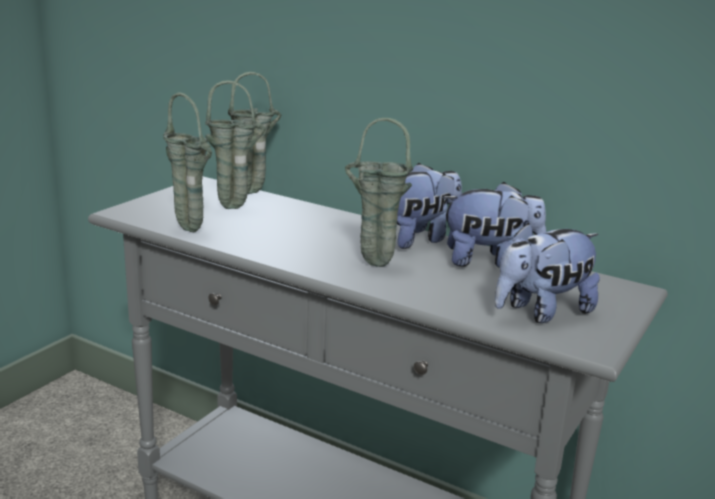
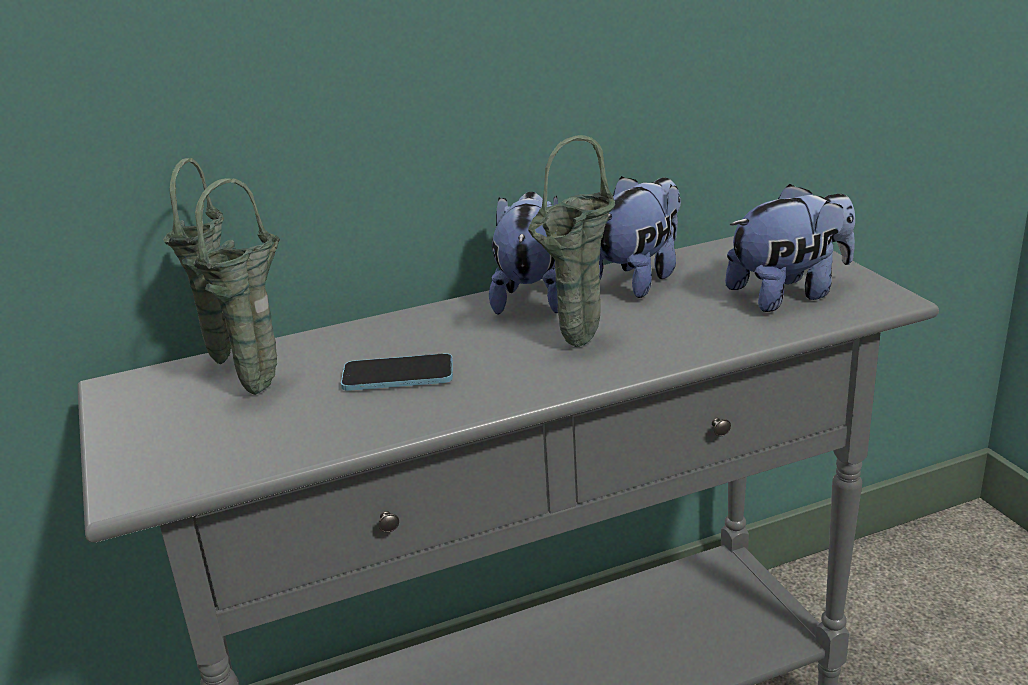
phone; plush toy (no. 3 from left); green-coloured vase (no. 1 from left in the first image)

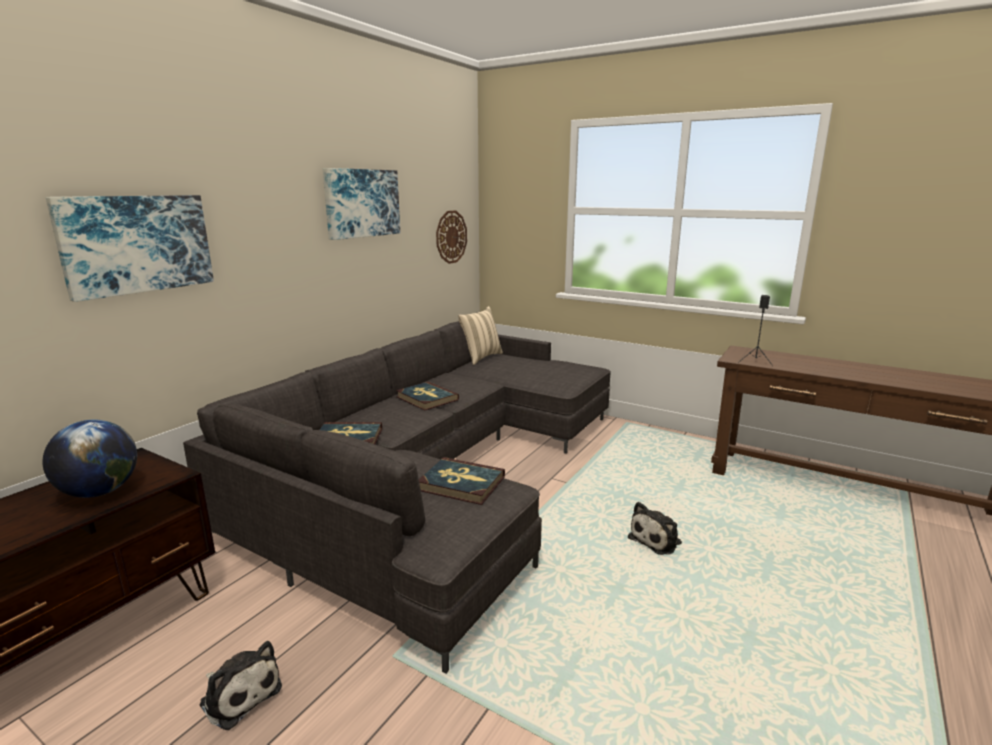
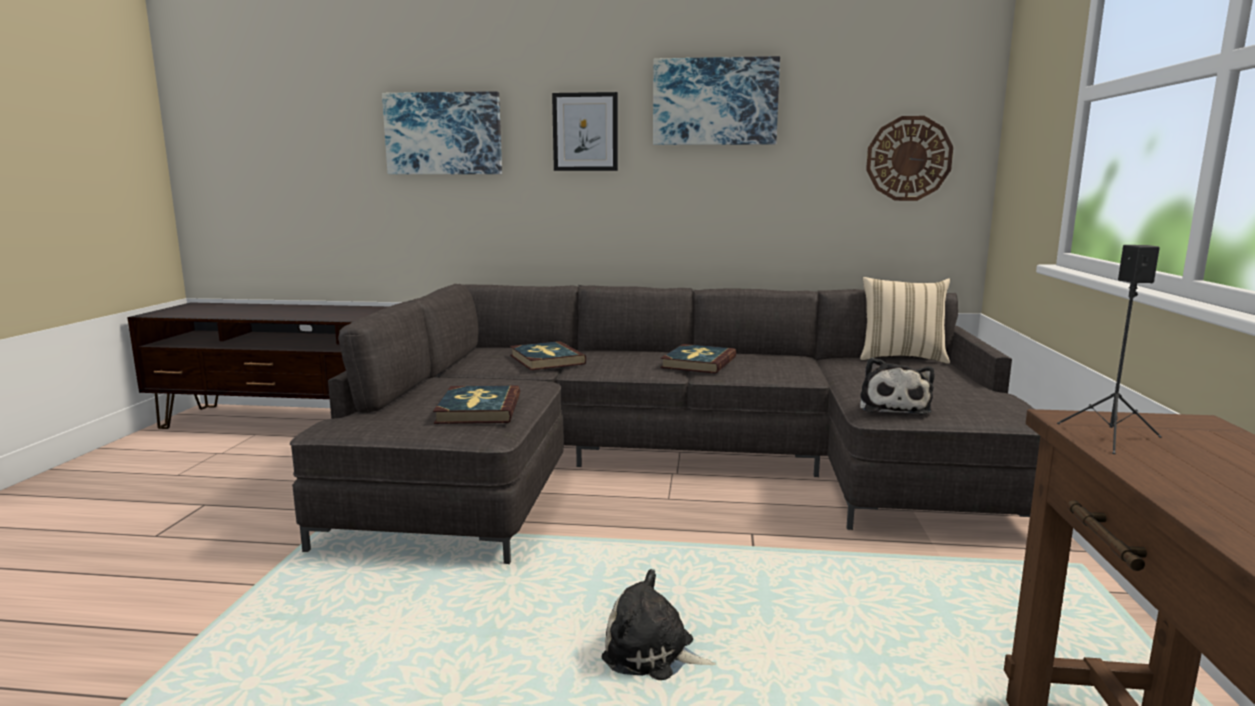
wall art (no. 2 from left); plush toy (no. 2 from left); desk globe

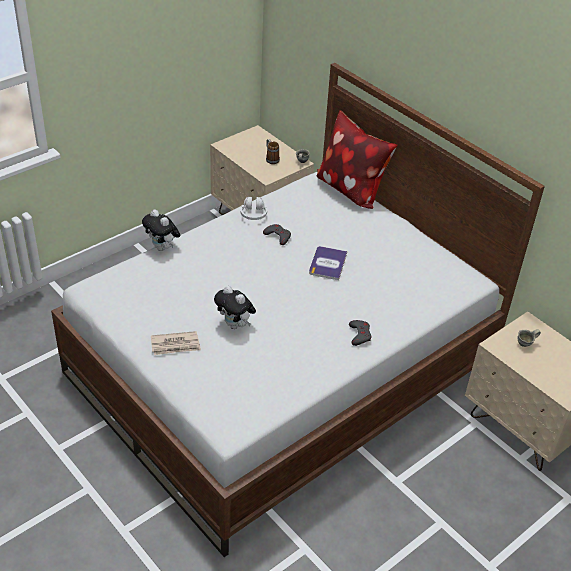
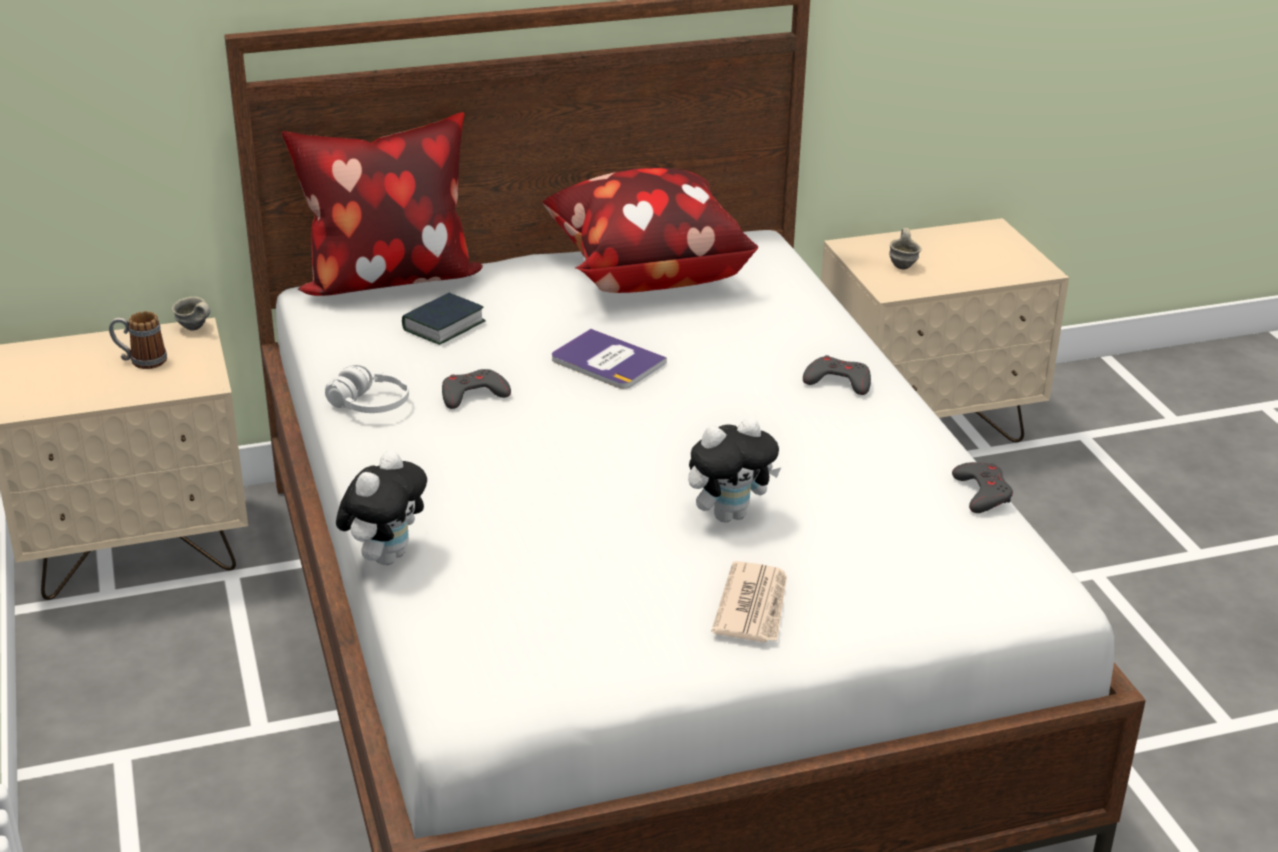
plush toy (no. 1 from left); bound book (no. 1 from left); throw pillow (no. 2 from left); greyish joypad (no. 3 from left)

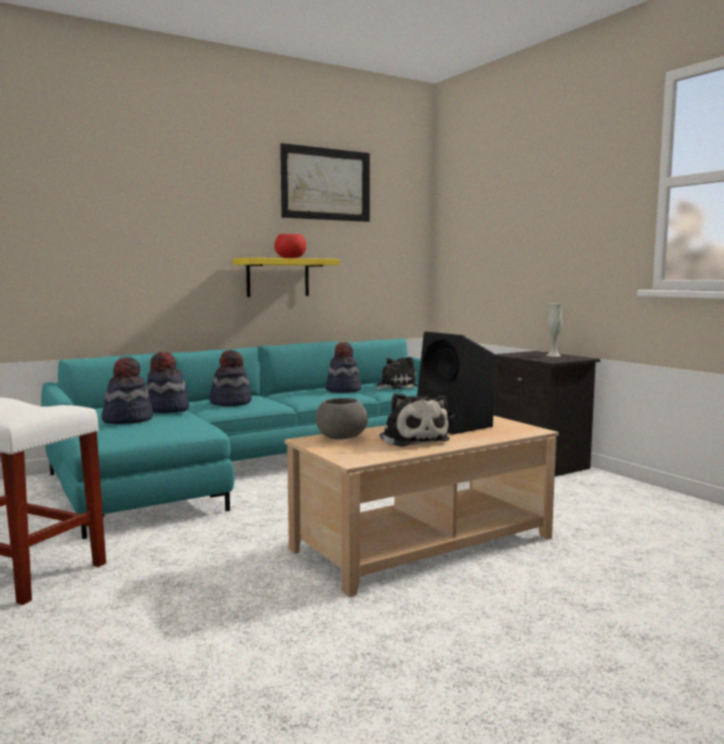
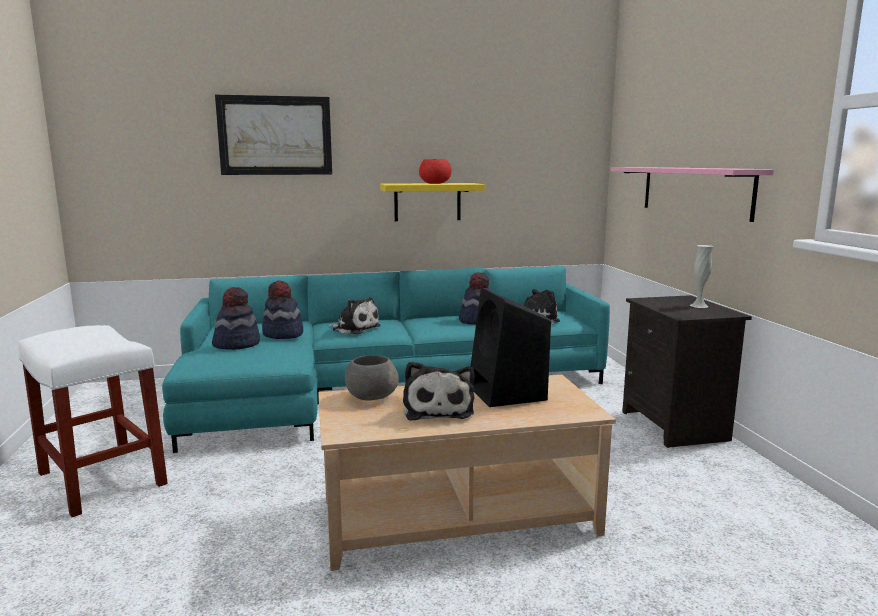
wall art; plush toy (no. 1 from left); pink-coloured wall shelf

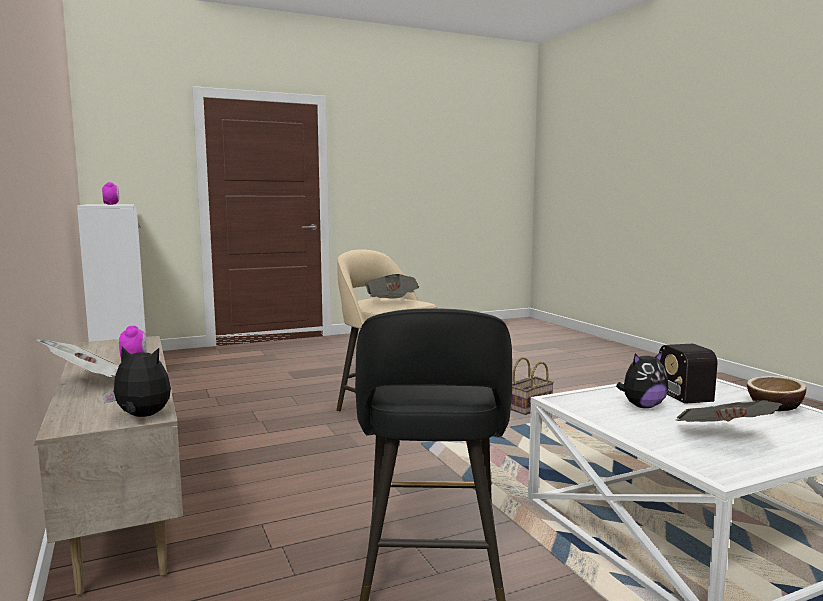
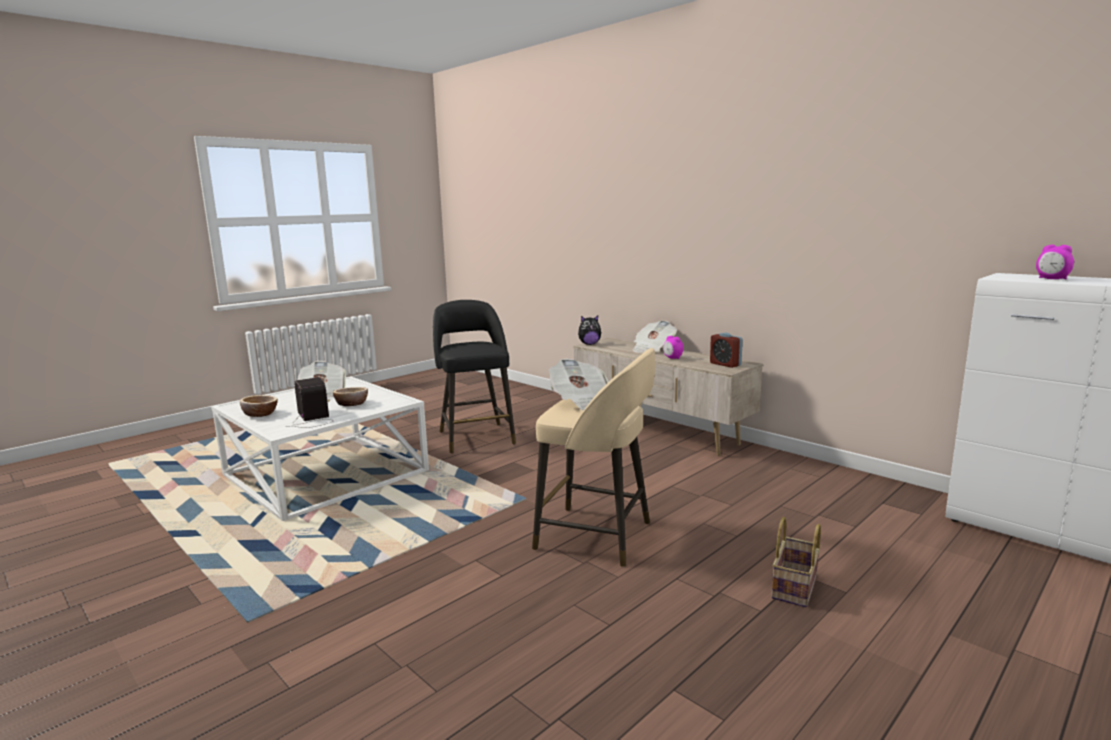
serving bowl (no. 2 from left); table clock (no. 2 from left); storage basket

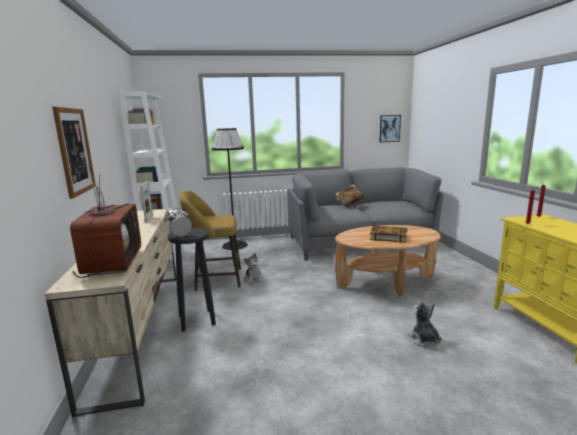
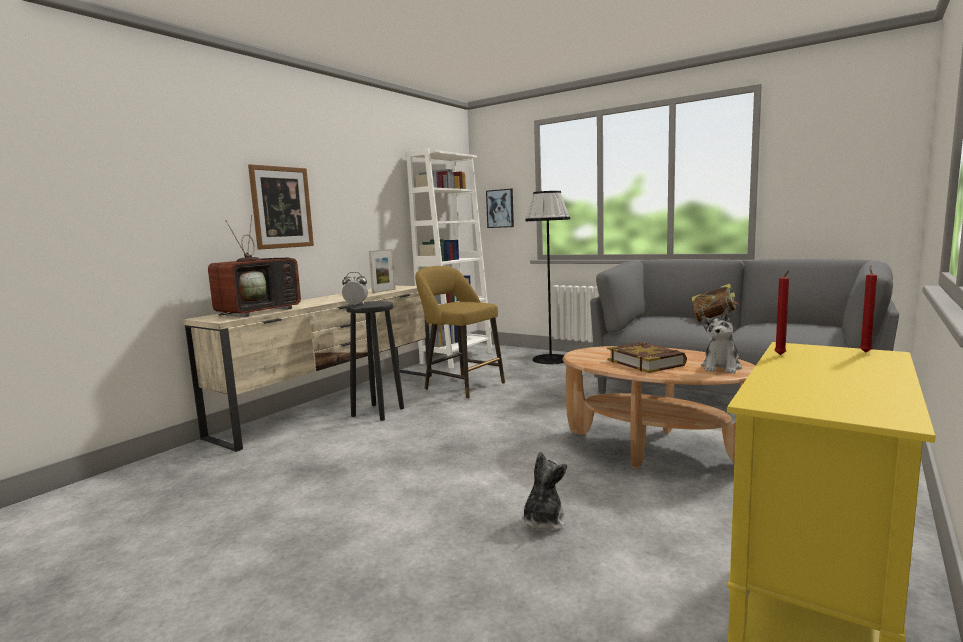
wall art (no. 2 from left); plush toy (no. 2 from left)

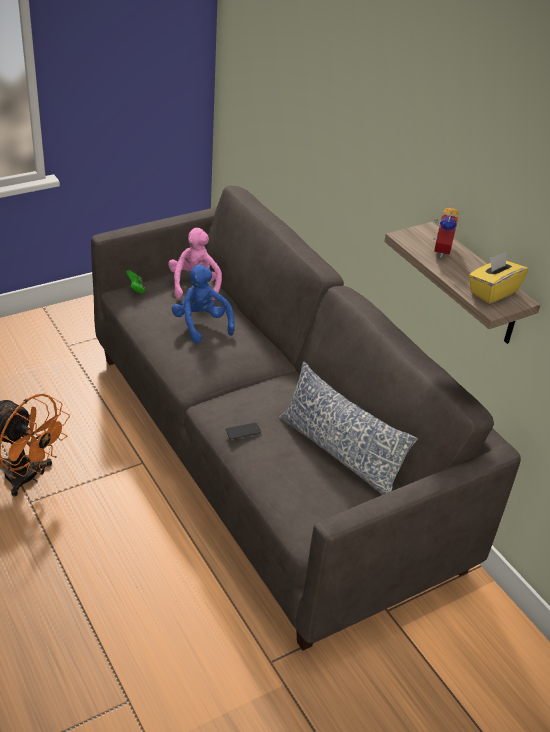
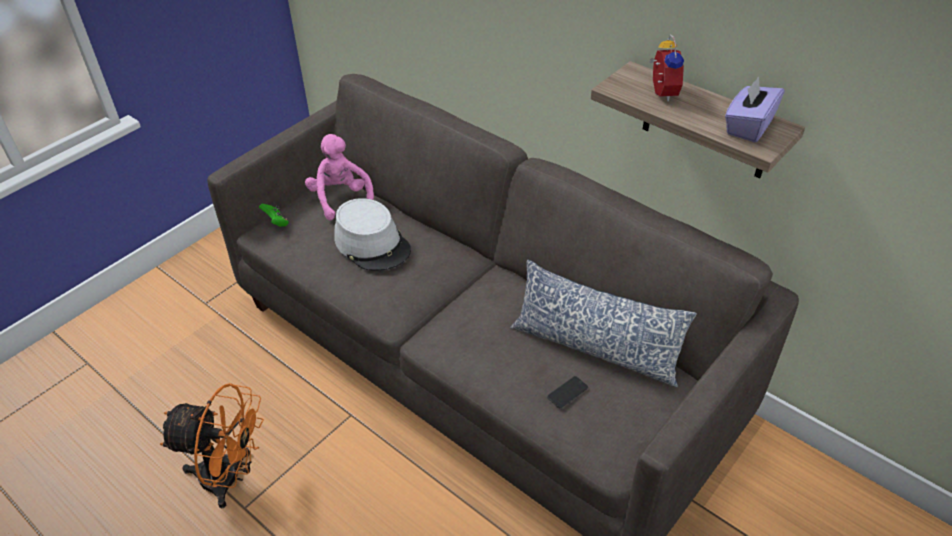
greyish hat; phone; purple tissue holder

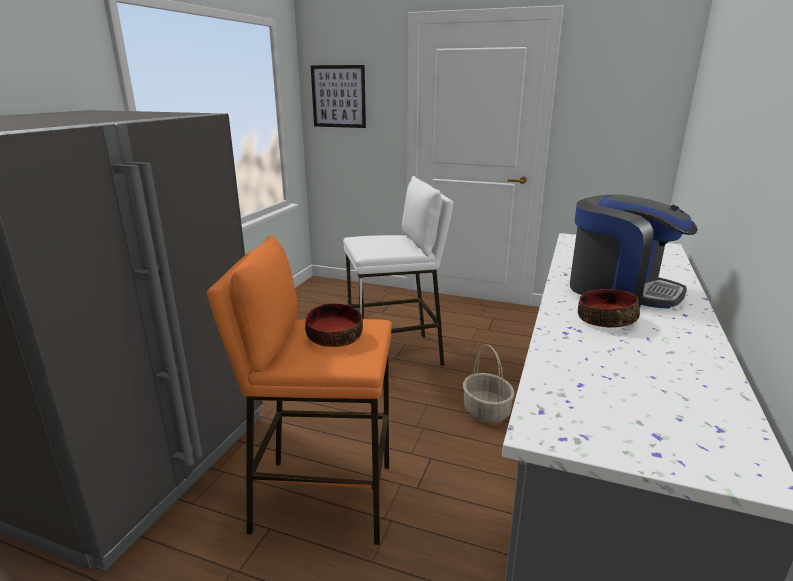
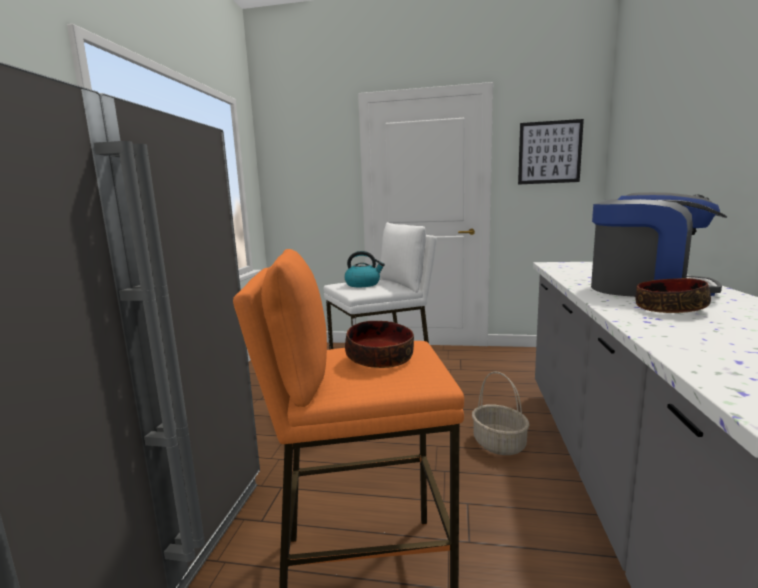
kettle; wall art

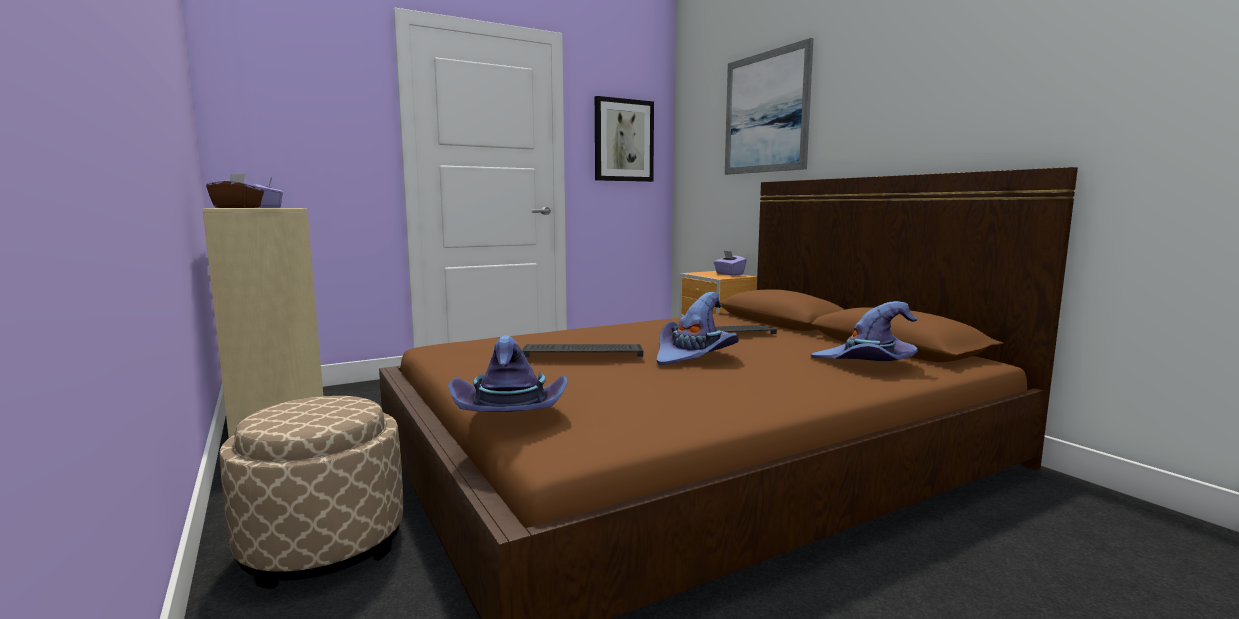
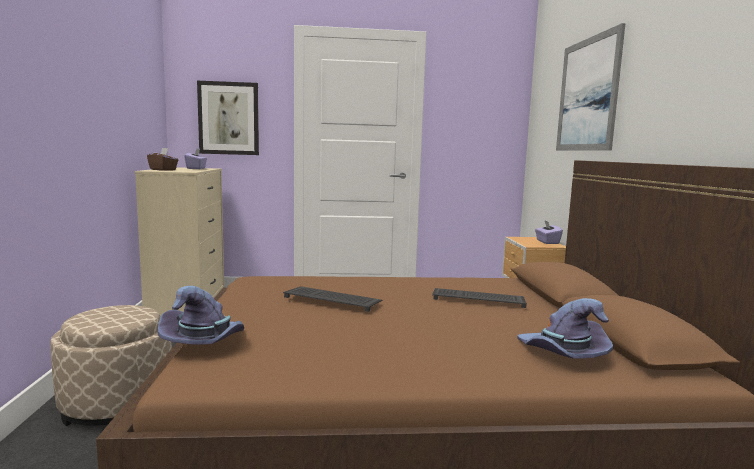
wall art (no. 1 from left); purple hat (no. 2 from left in the first image)

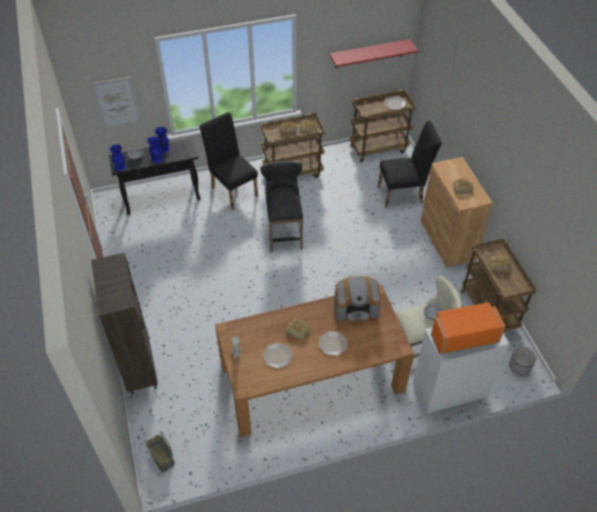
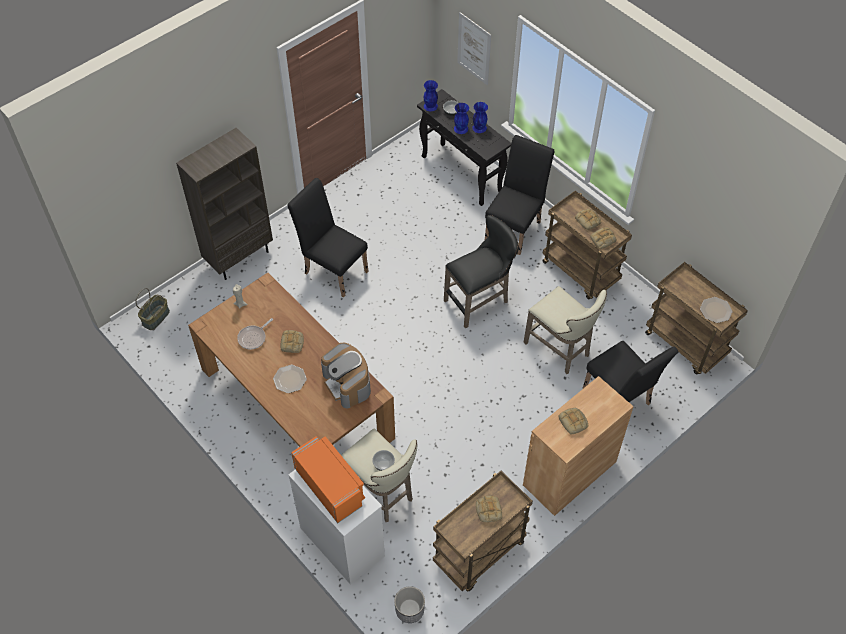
pan; black-coloured upright chair (no. 1 from left); sand-coloured stool (no. 2 from left); red-coloured wall shelf

